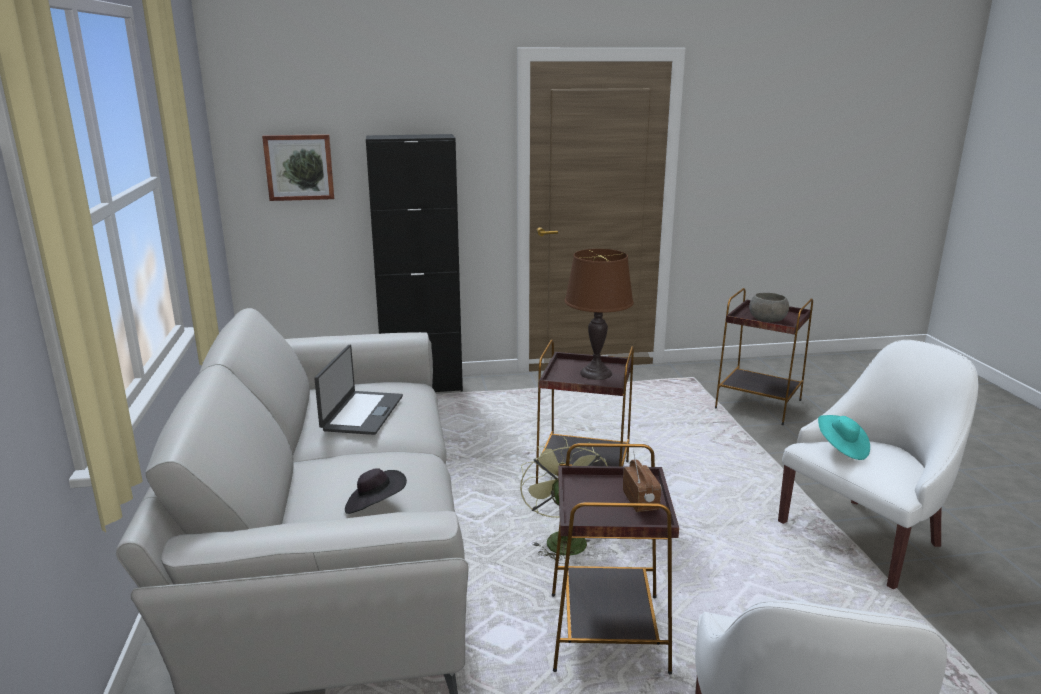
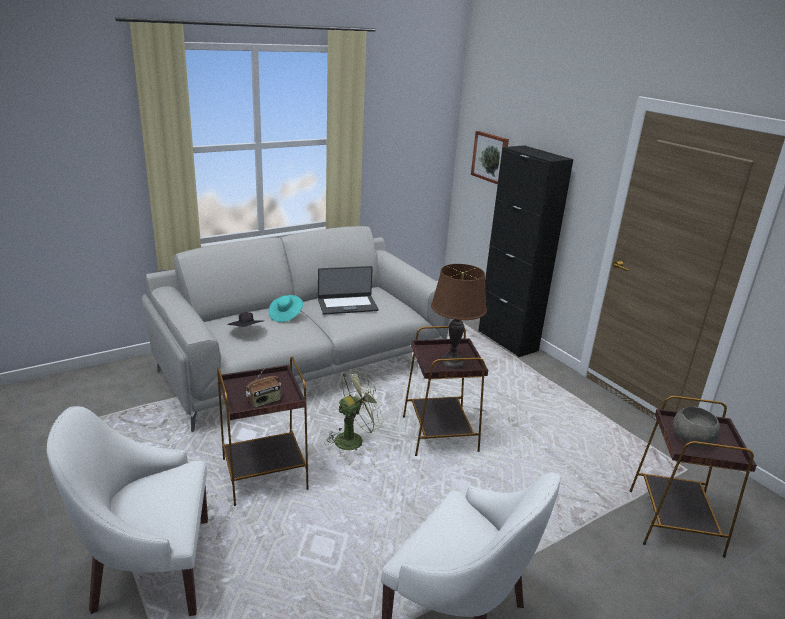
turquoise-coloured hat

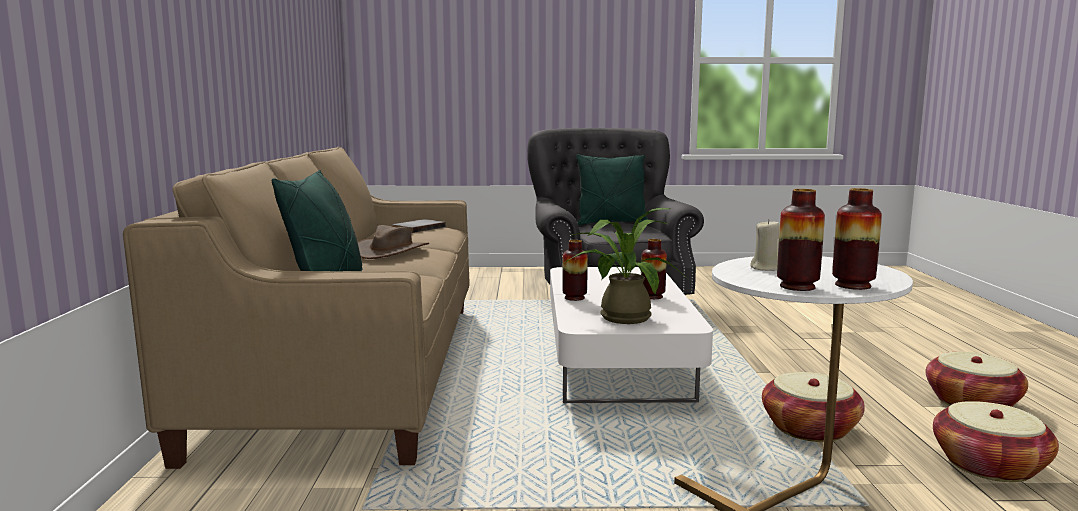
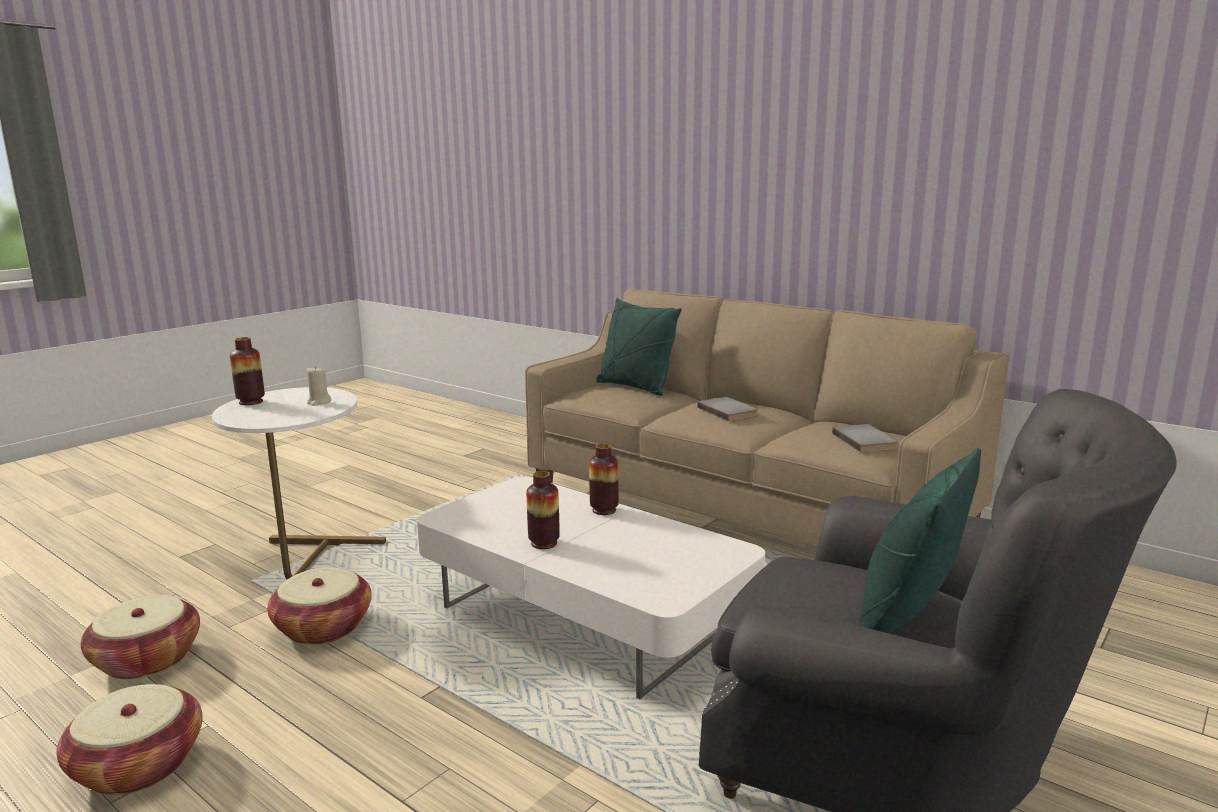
greyish bound book (no. 1 from left); plant in a pot; vase (no. 3 from left in the first image)

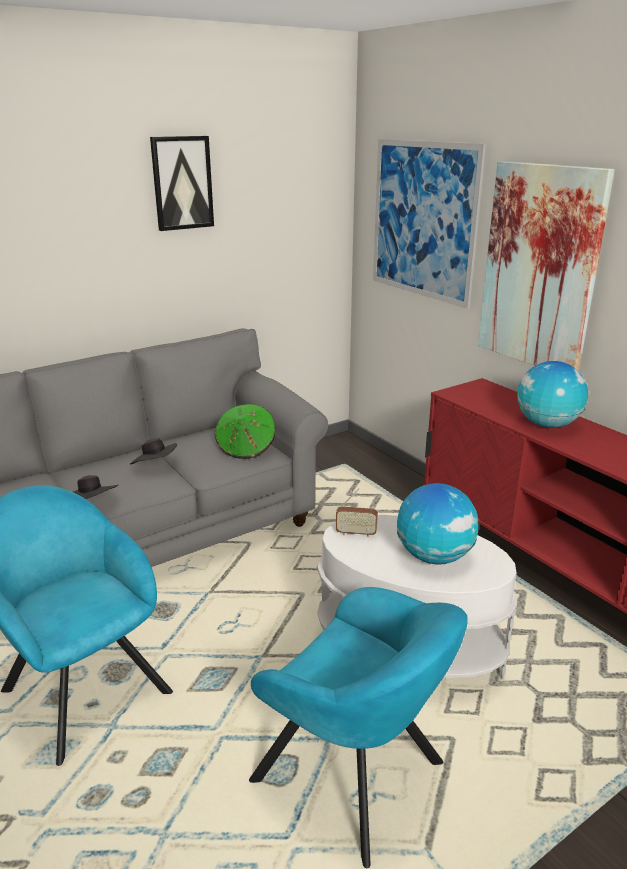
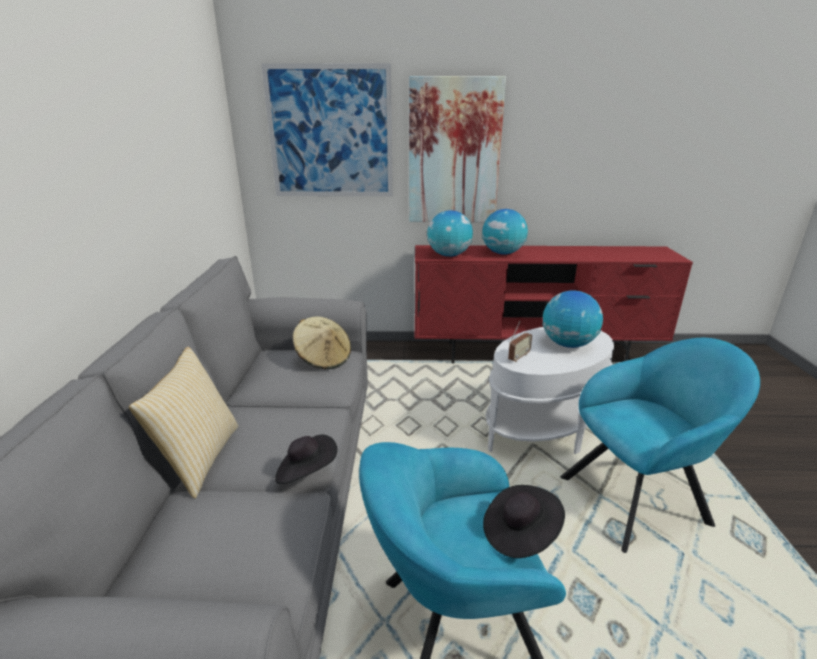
throw pillow; sand-coloured hat; desk globe (no. 1 from left); black-coloured hat (no. 2 from left); wall art (no. 1 from left in the first image)

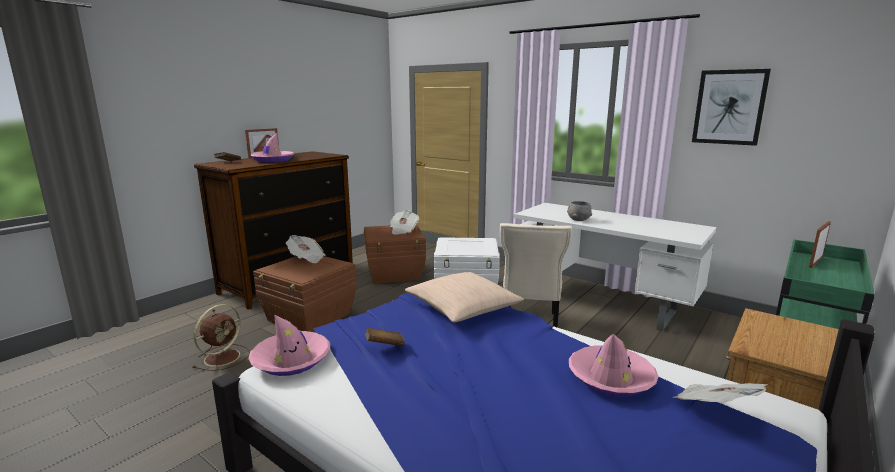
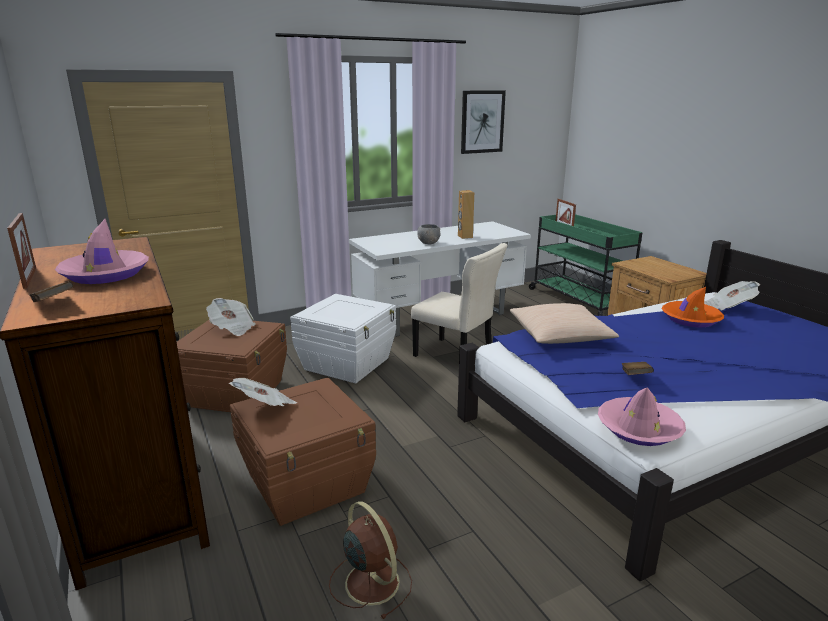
brown-coloured loudspeaker; orange hat

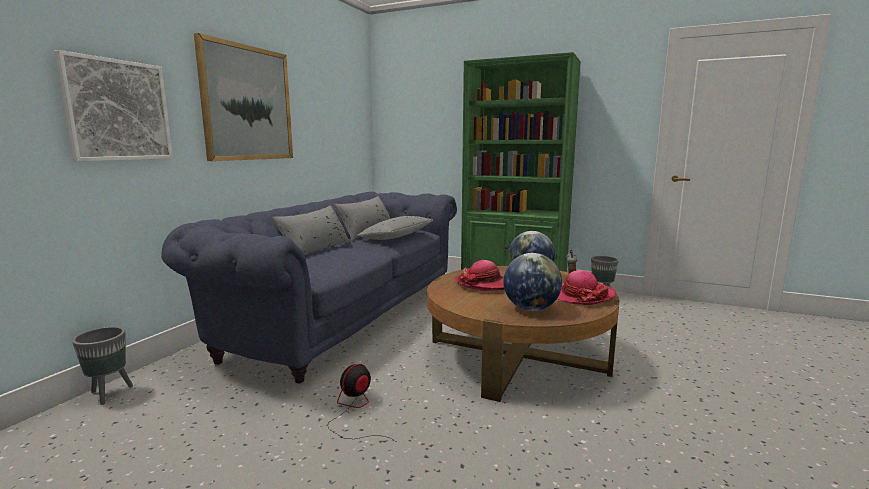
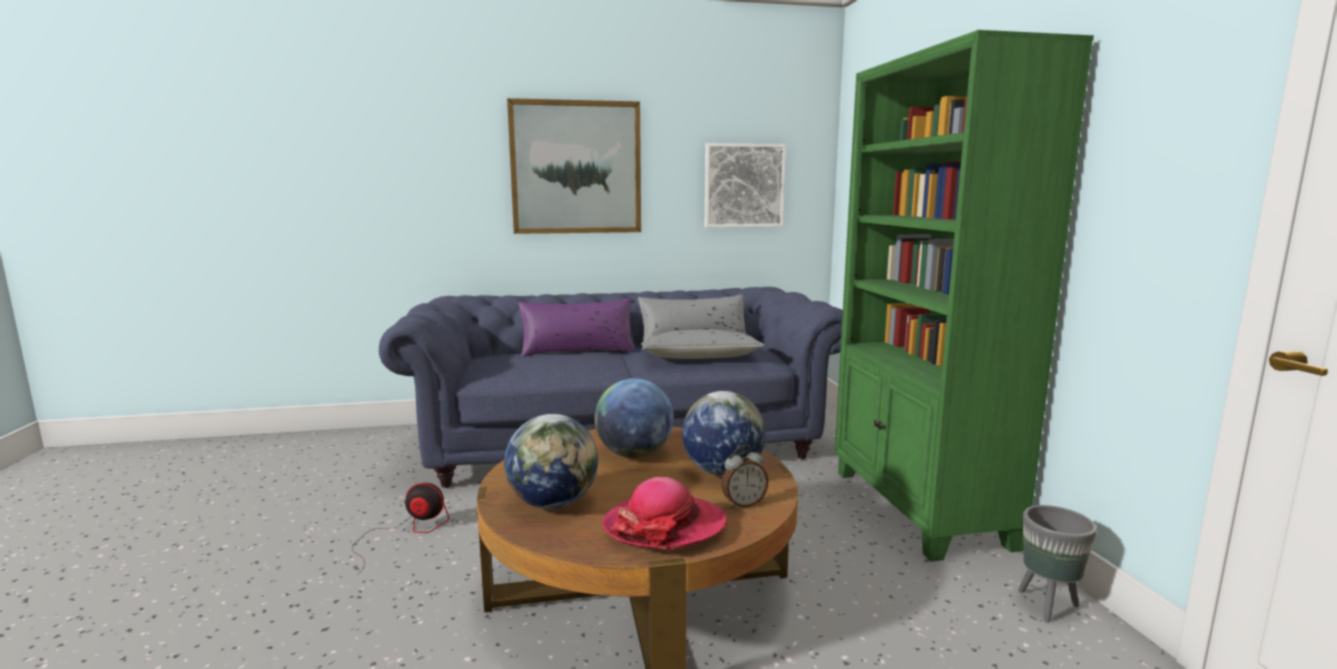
purple throw pillow; desk globe (no. 2 from left); wall art (no. 2 from left); greyish plant pot (no. 1 from left in the first image)

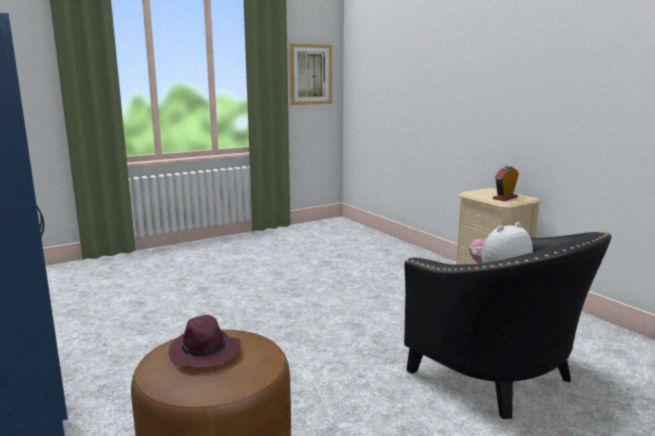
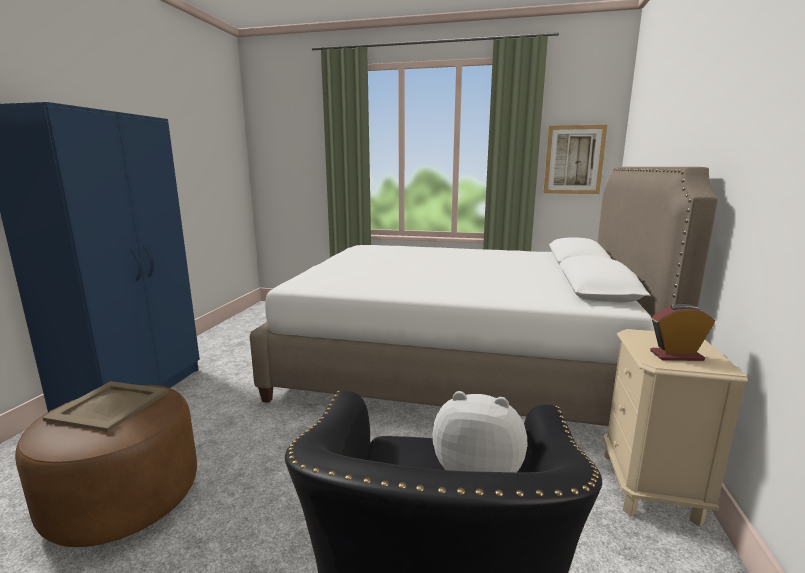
sand-coloured serving tray; white bed

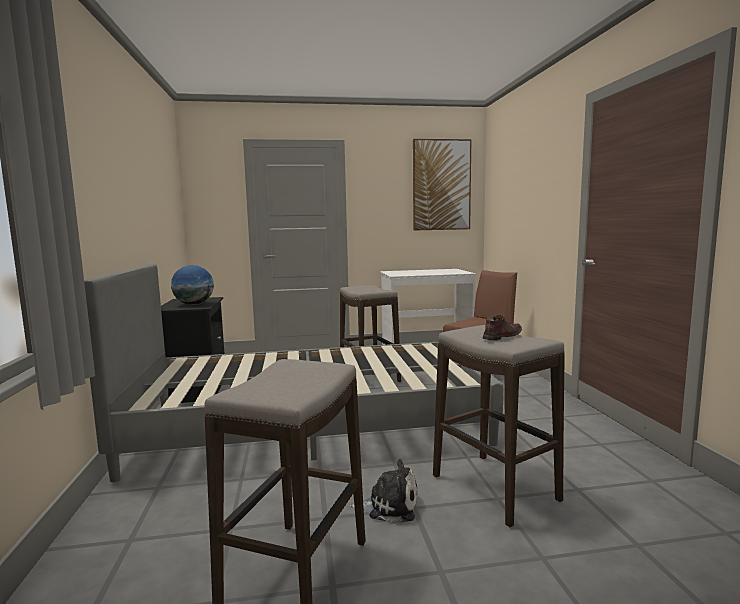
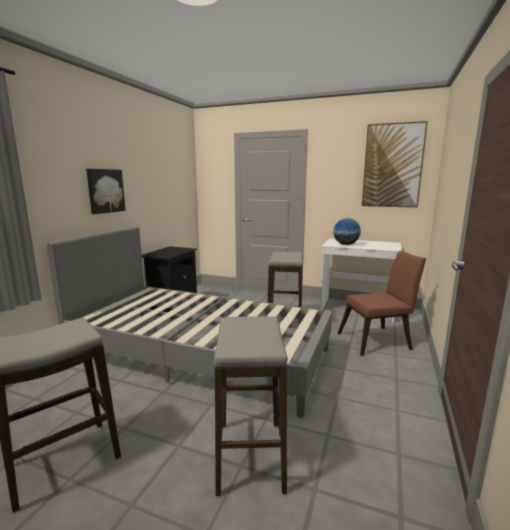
wall art (no. 1 from left); desk globe; plush toy; brown-coloured item of footwear

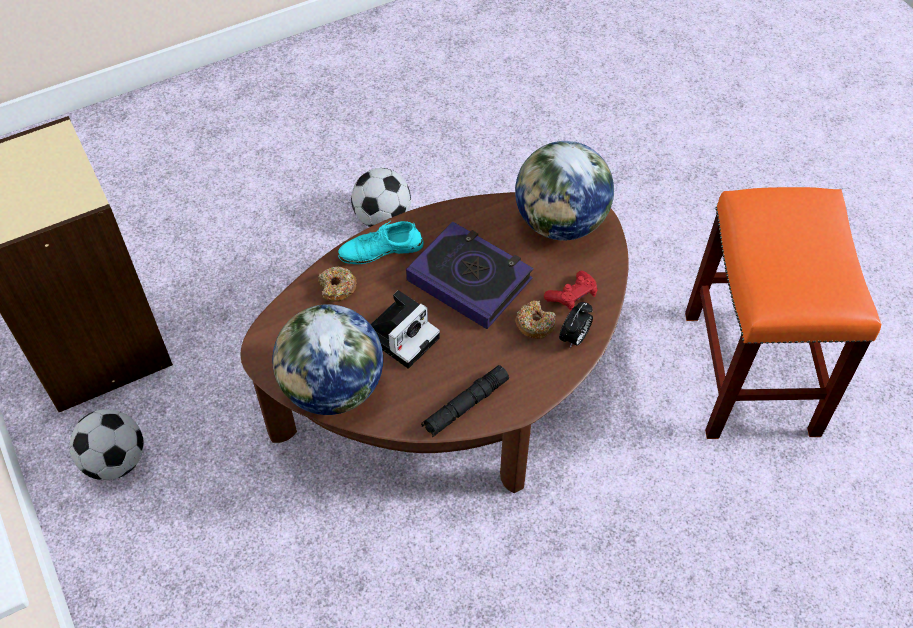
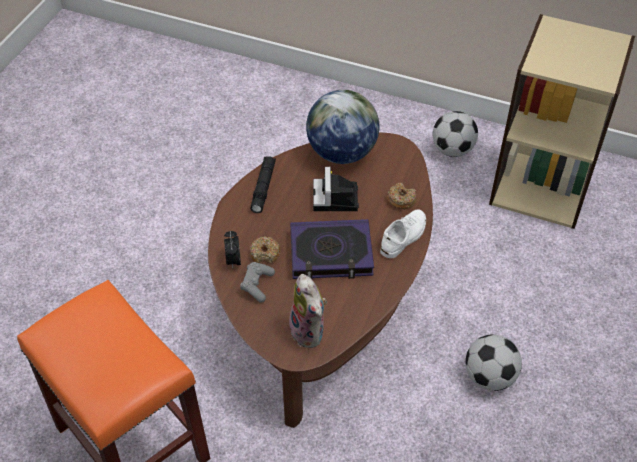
greyish joypad; plush toy; white item of footwear

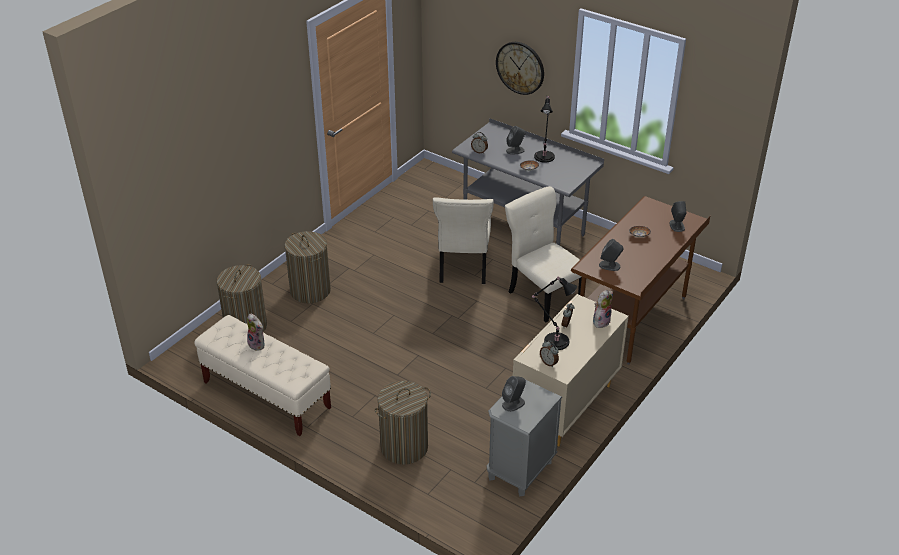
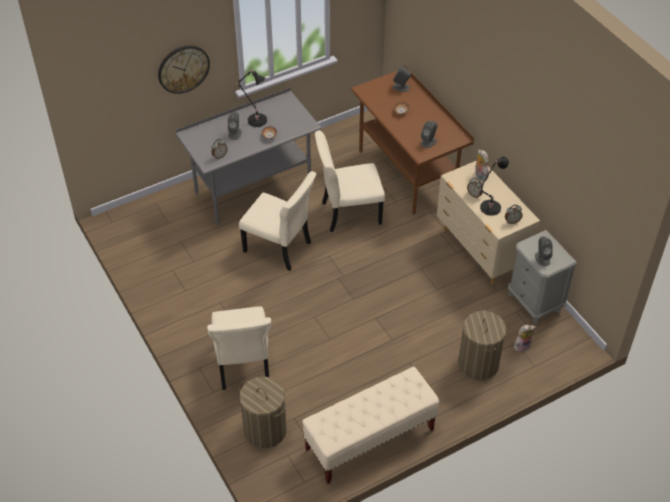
sand-coloured upright chair (no. 1 from left); plush toy (no. 2 from left)

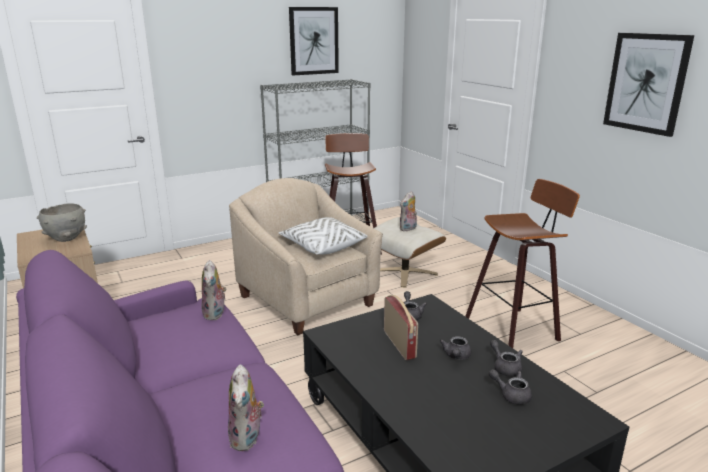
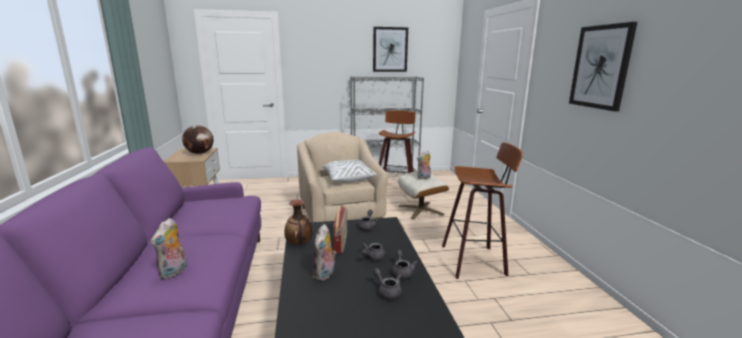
desk globe; vase; plush toy (no. 2 from left)

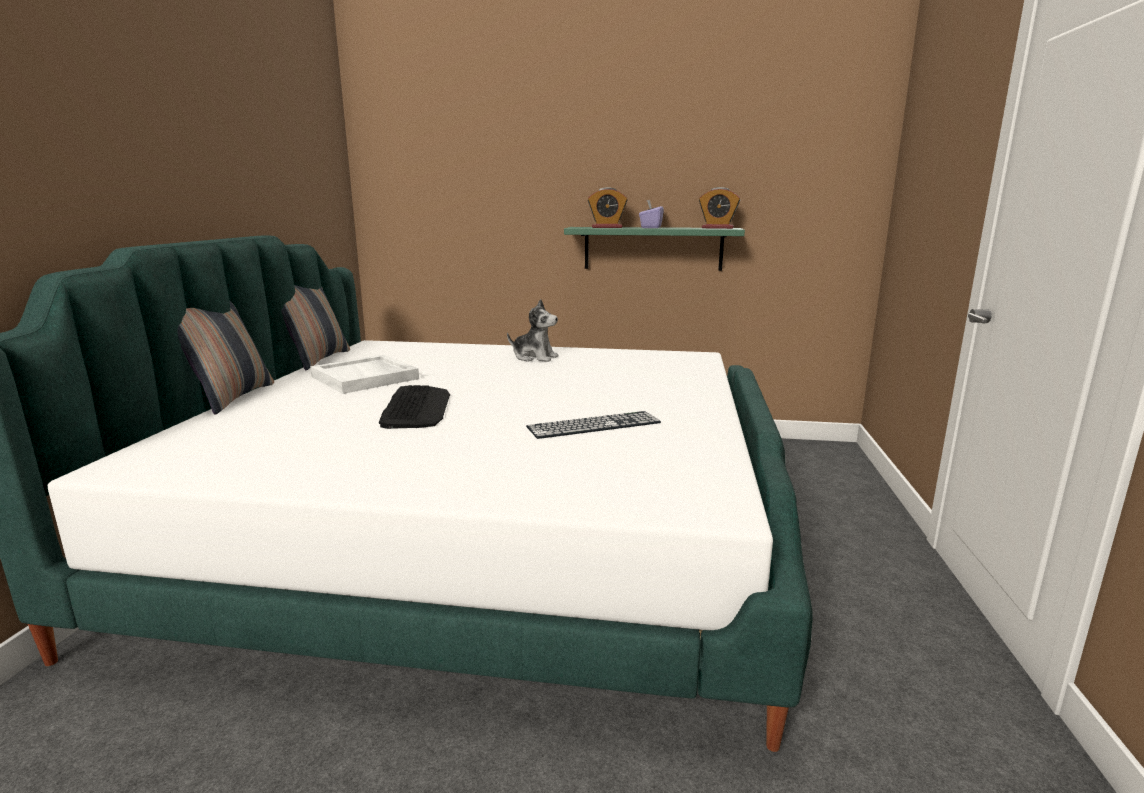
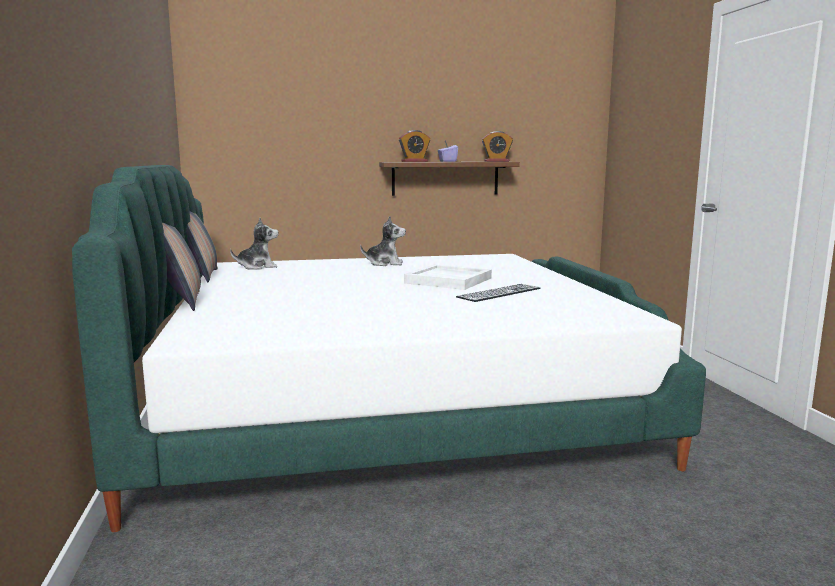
plush toy (no. 1 from left); brown-coloured wall shelf; white serving tray; PC keyboard (no. 1 from left in the first image)

